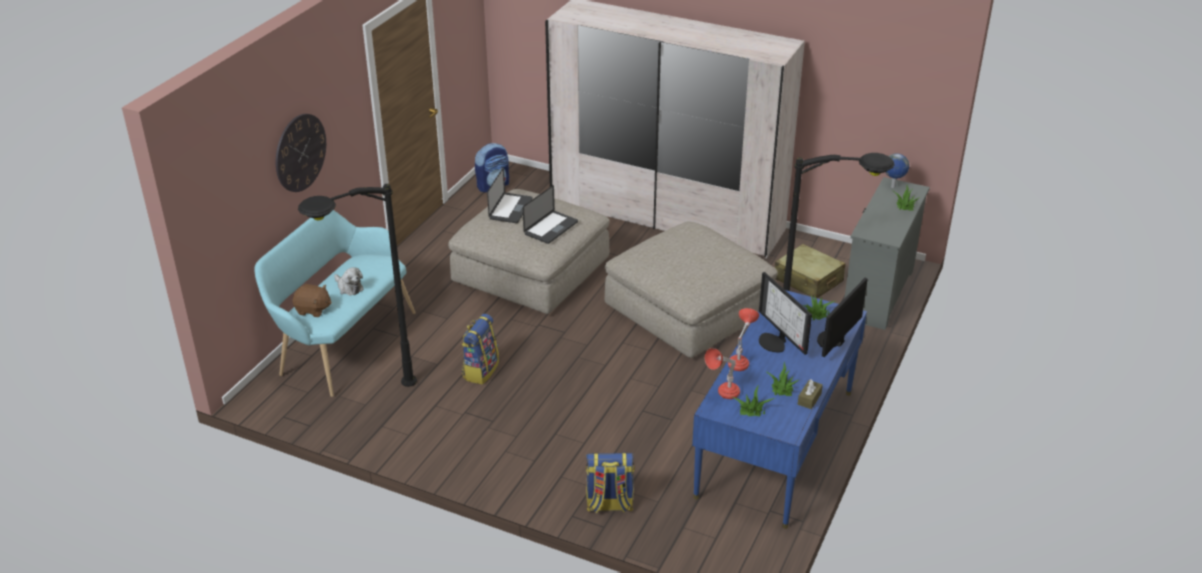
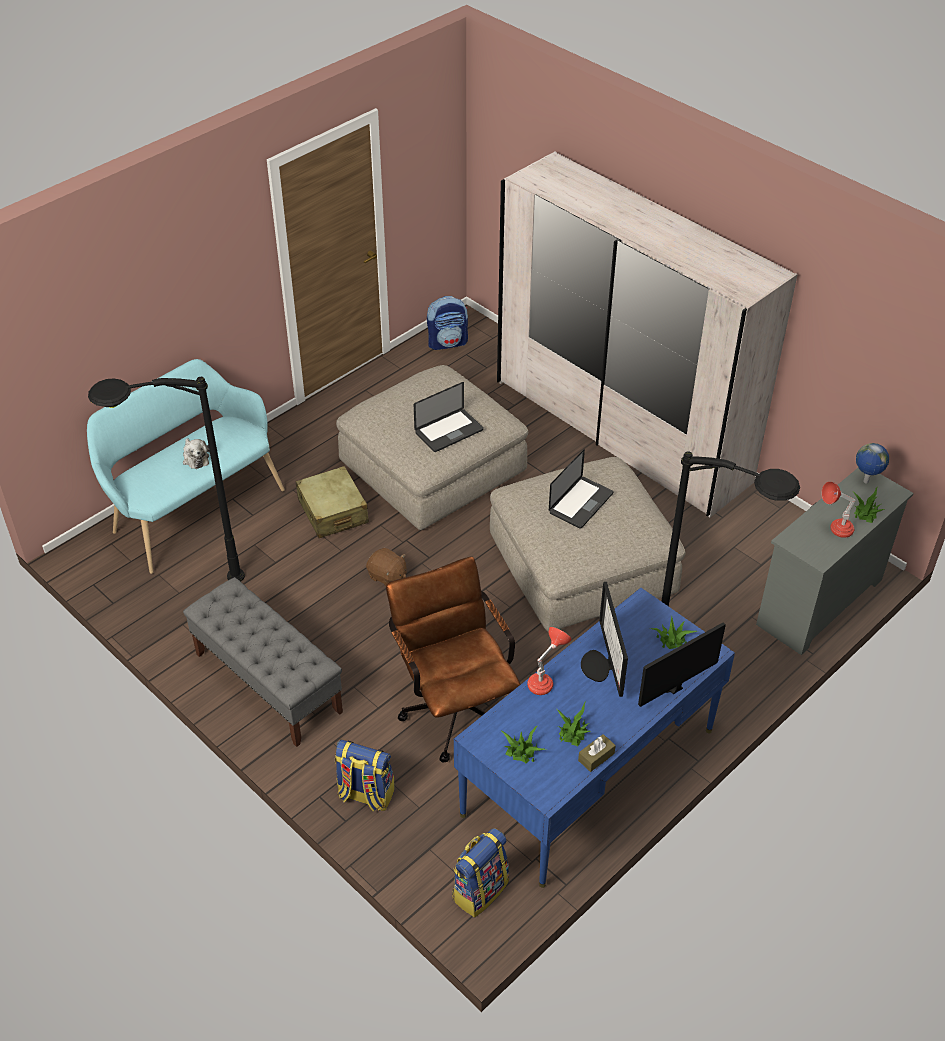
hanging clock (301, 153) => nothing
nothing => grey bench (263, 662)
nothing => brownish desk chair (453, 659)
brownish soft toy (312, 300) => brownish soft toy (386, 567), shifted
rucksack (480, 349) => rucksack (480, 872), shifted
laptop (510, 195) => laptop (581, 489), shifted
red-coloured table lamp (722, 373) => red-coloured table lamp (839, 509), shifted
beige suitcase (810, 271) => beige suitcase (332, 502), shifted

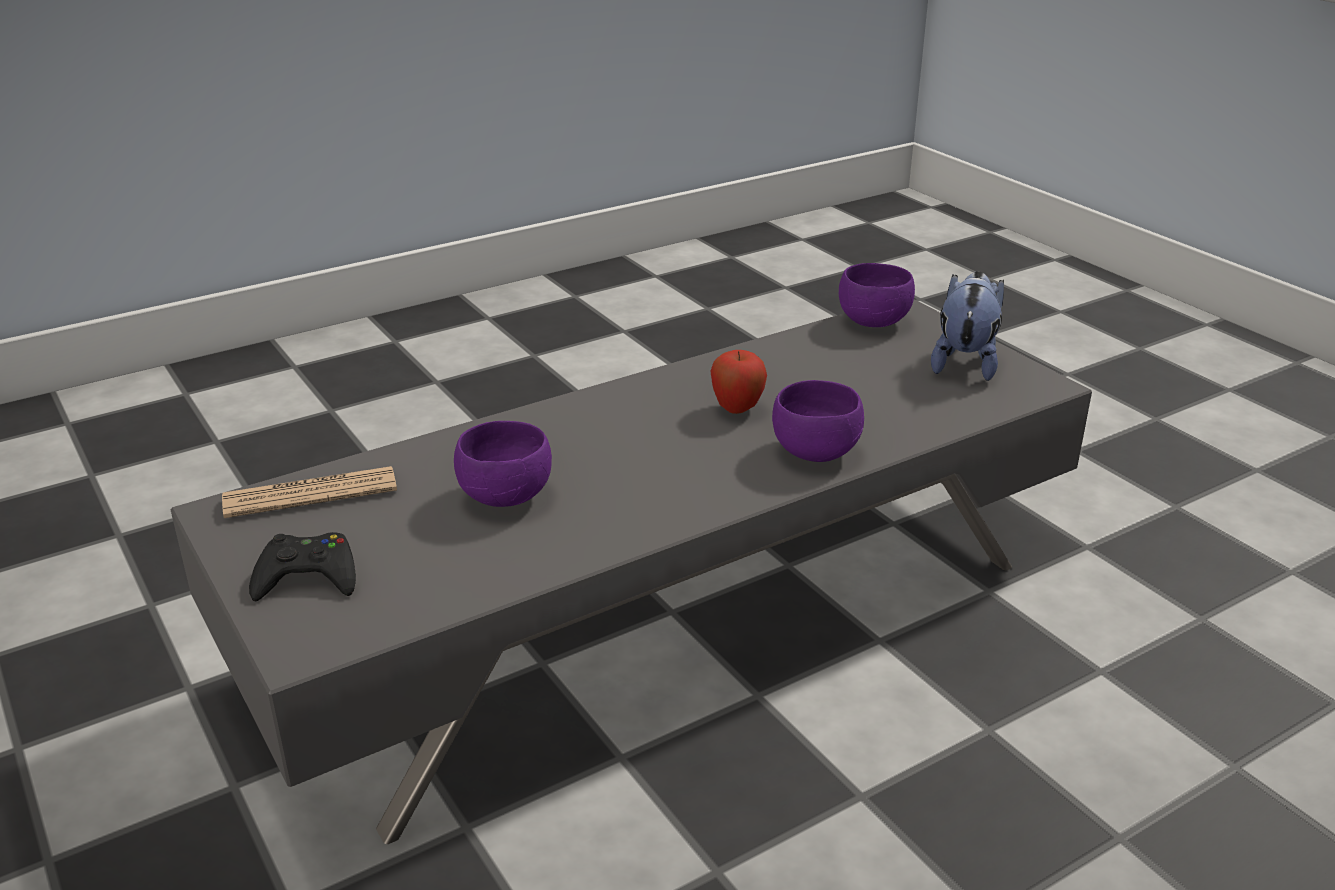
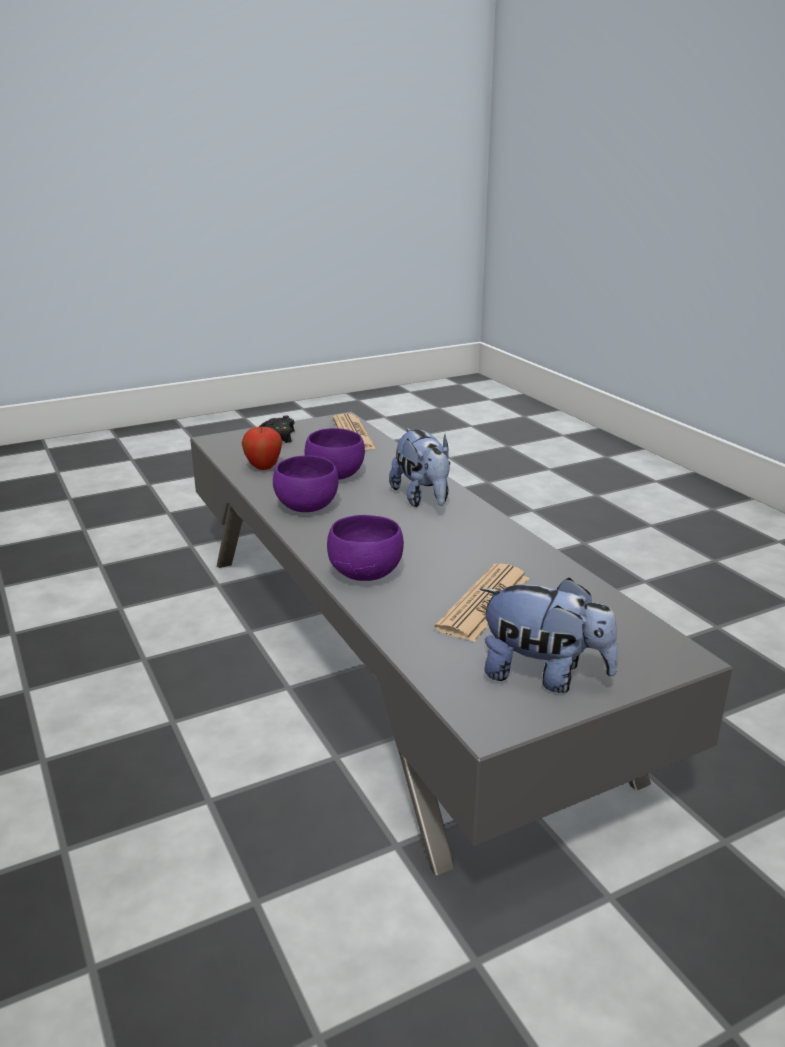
nothing => soft toy (419, 467)
nothing => printed paper (482, 602)
apple fruit (738, 382) => apple fruit (262, 448), shifted
purplish bowl (877, 295) => purplish bowl (305, 483), shifted

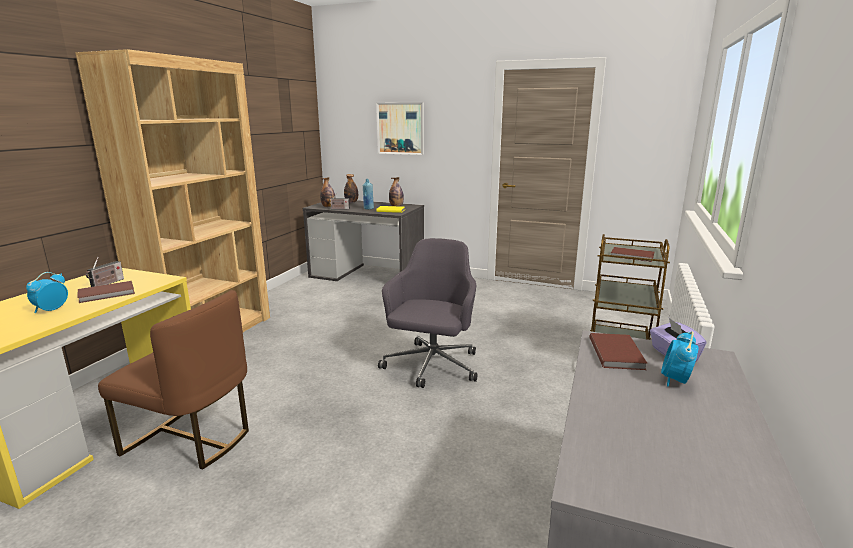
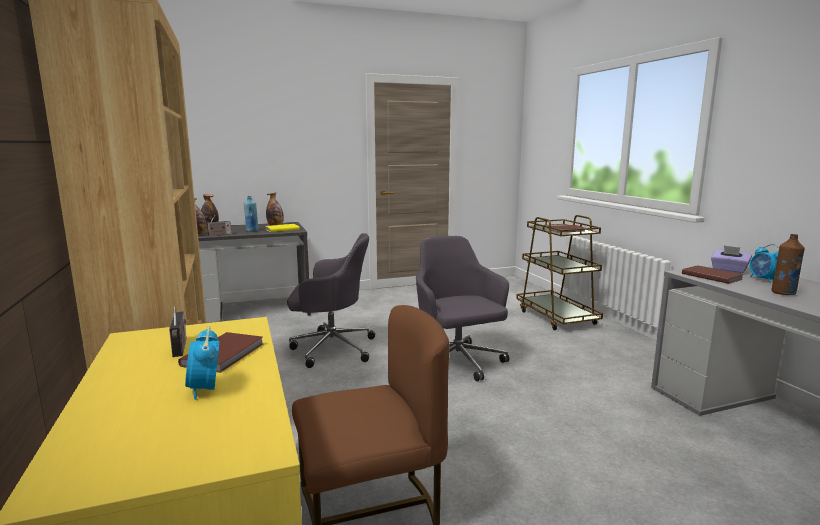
wall art (400, 128) => nothing
nothing => grey desk chair (331, 300)
nothing => brownish drink bottle (788, 264)

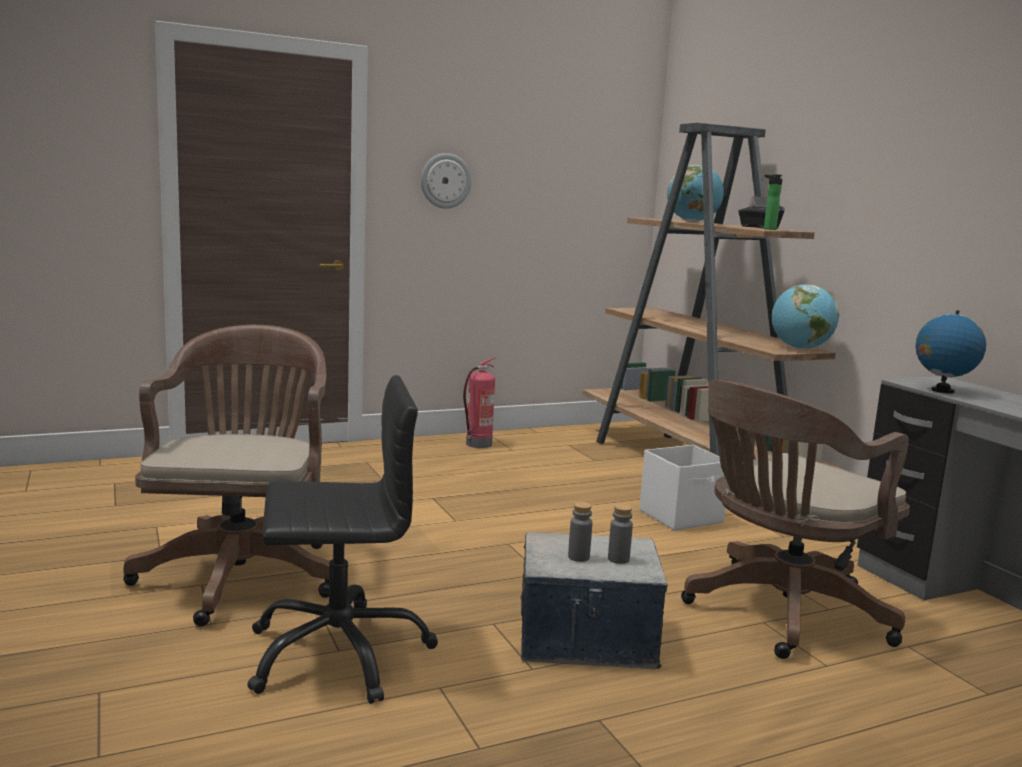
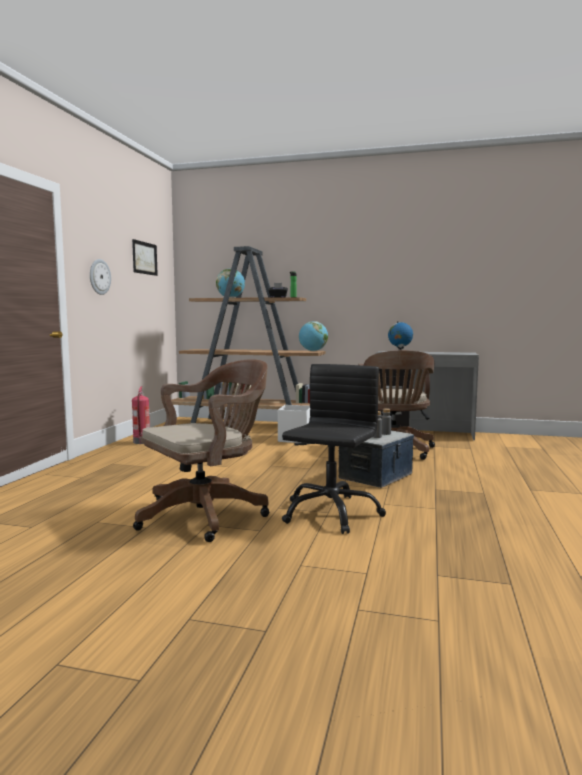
nothing => wall art (145, 257)
brownish desk chair (226, 476) => brownish desk chair (201, 450), 105 degrees clockwise

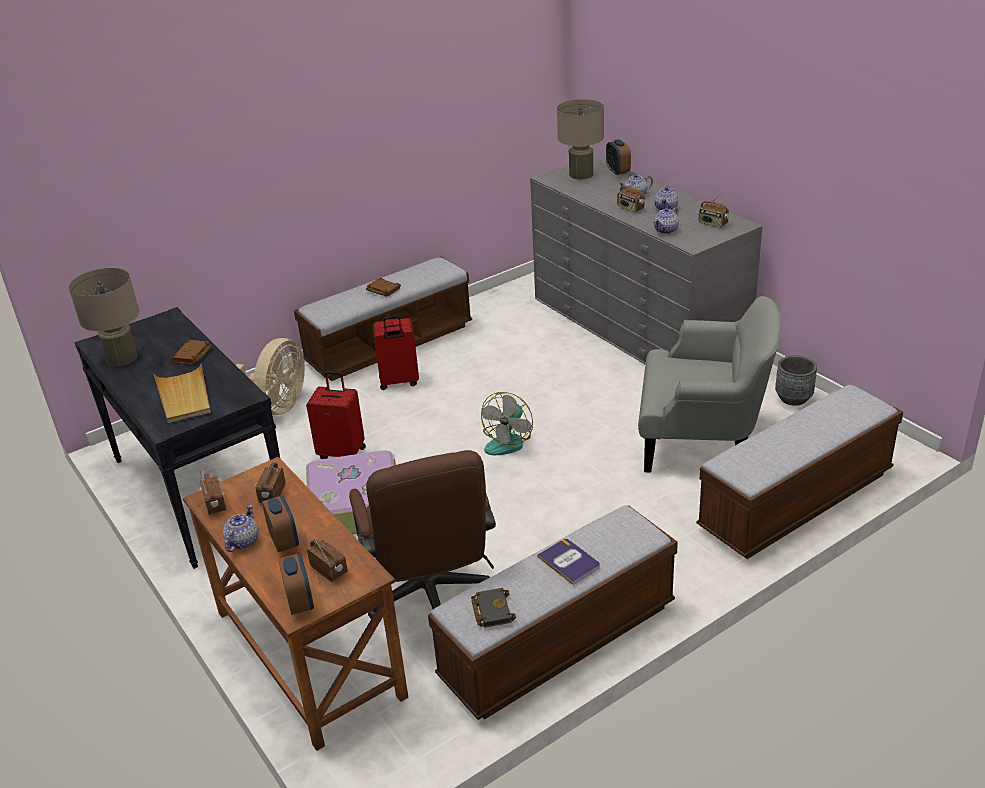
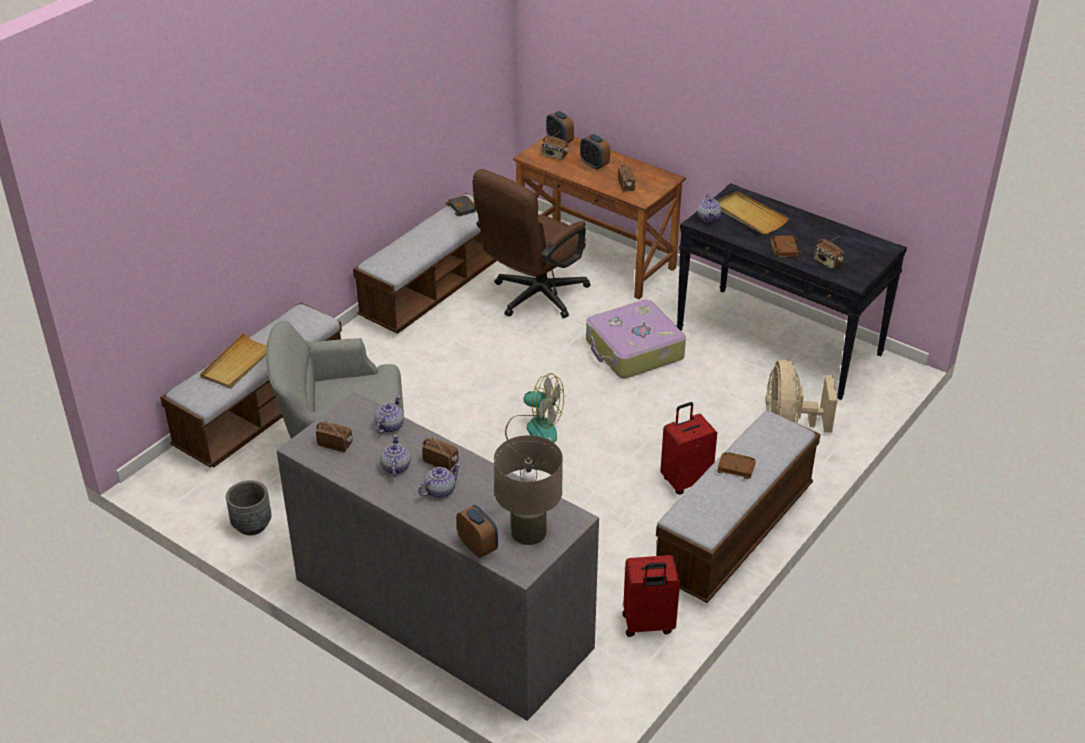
beige table lamp (104, 317) => nothing
book (568, 562) => nothing
nothing => beige tray (233, 361)
radio set (213, 492) => radio set (829, 252), shifted
teapot (240, 528) => teapot (709, 208), shifted
red-coloured suitcase (336, 415) => red-coloured suitcase (651, 596), shifted
brownish desk chair (422, 534) => brownish desk chair (532, 243), 105 degrees counterclockwise
cooling fan (507, 423) => cooling fan (534, 408), 105 degrees clockwise

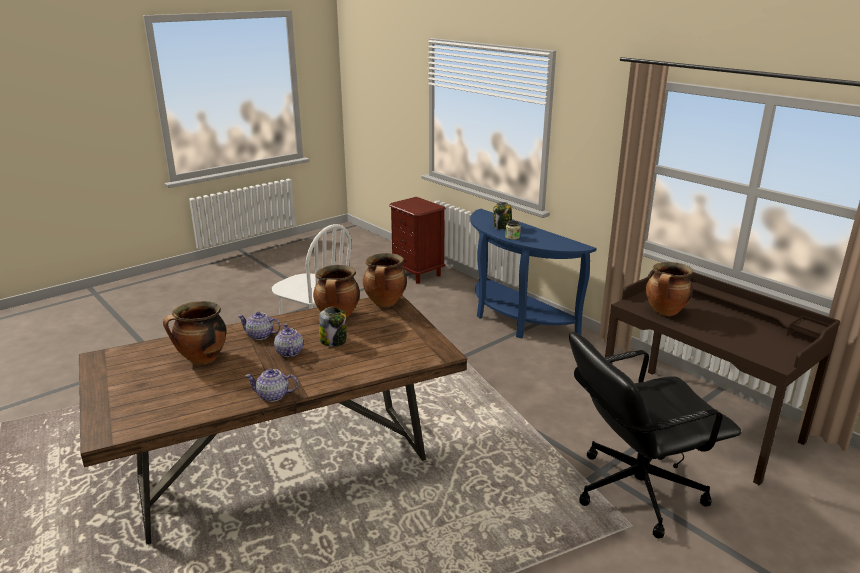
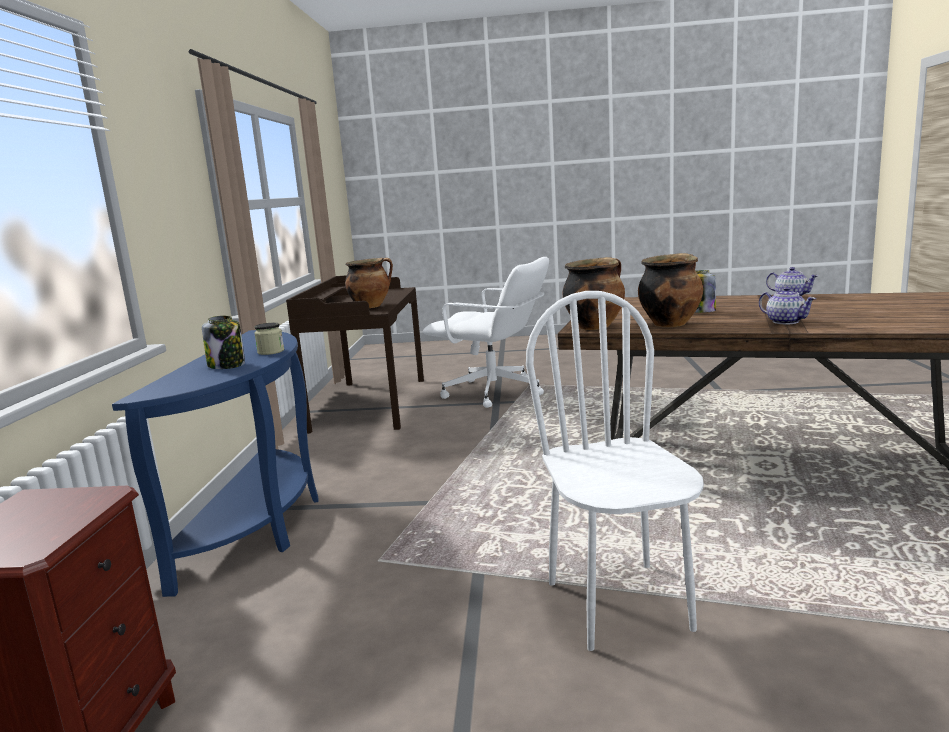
saucepot (195, 332) => nothing
teapot (288, 340) => nothing
black-coloured desk chair (655, 435) => white desk chair (486, 332)

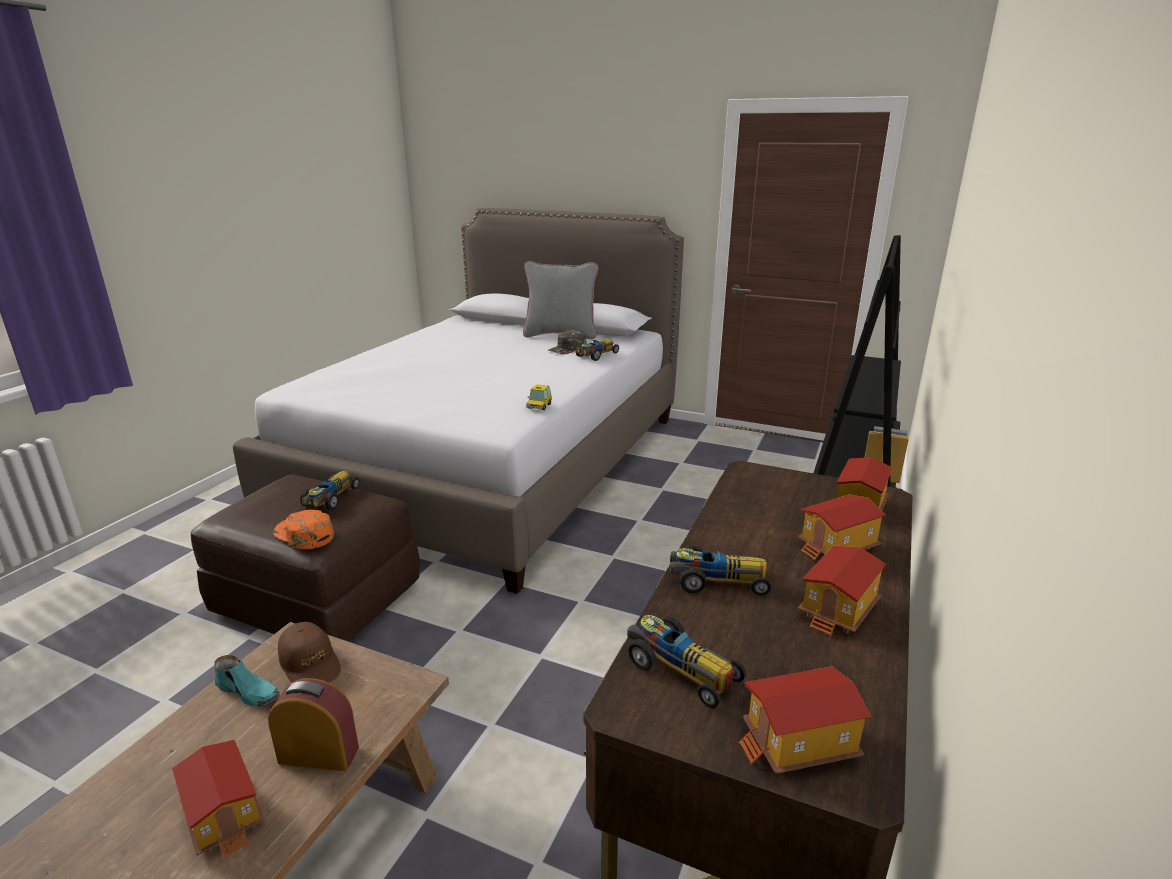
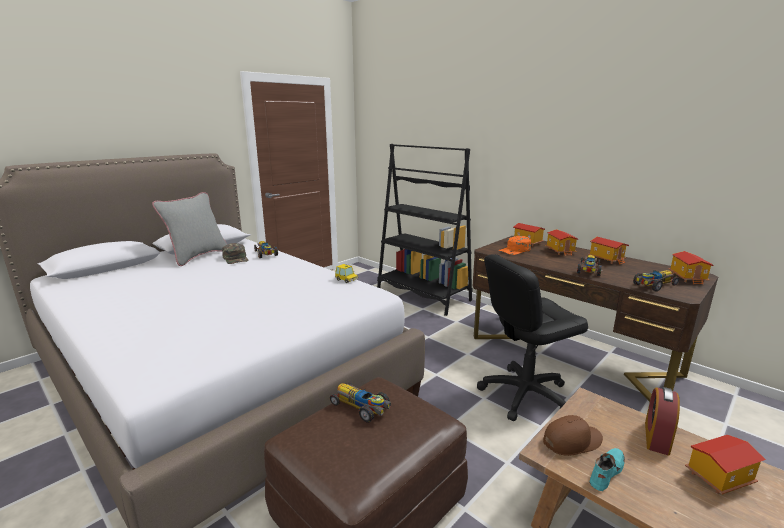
nothing => black-coloured desk chair (532, 337)
orangey peaked cap (303, 529) => orangey peaked cap (515, 245), shifted

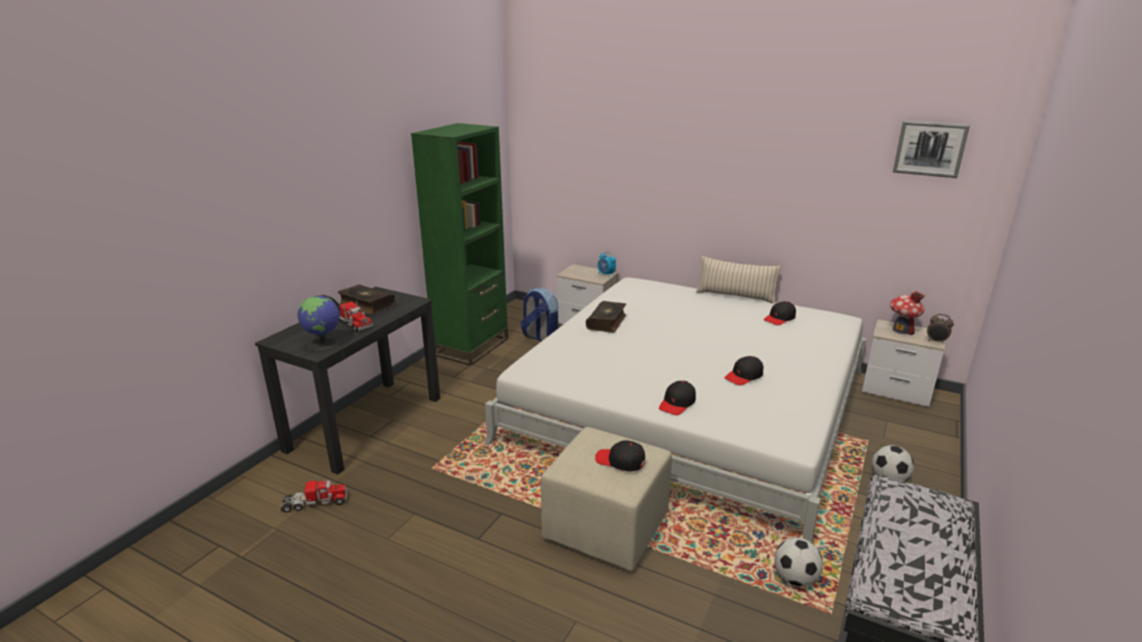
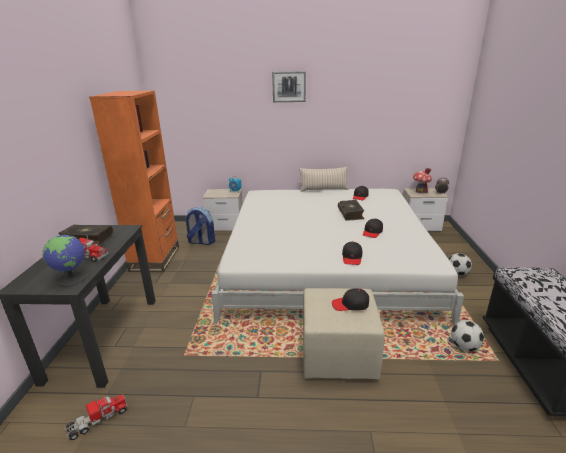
book (606, 317) => book (351, 210), shifted
wall art (931, 149) => wall art (289, 86), shifted
green bookshelf (459, 244) => orangey bookshelf (134, 181)

